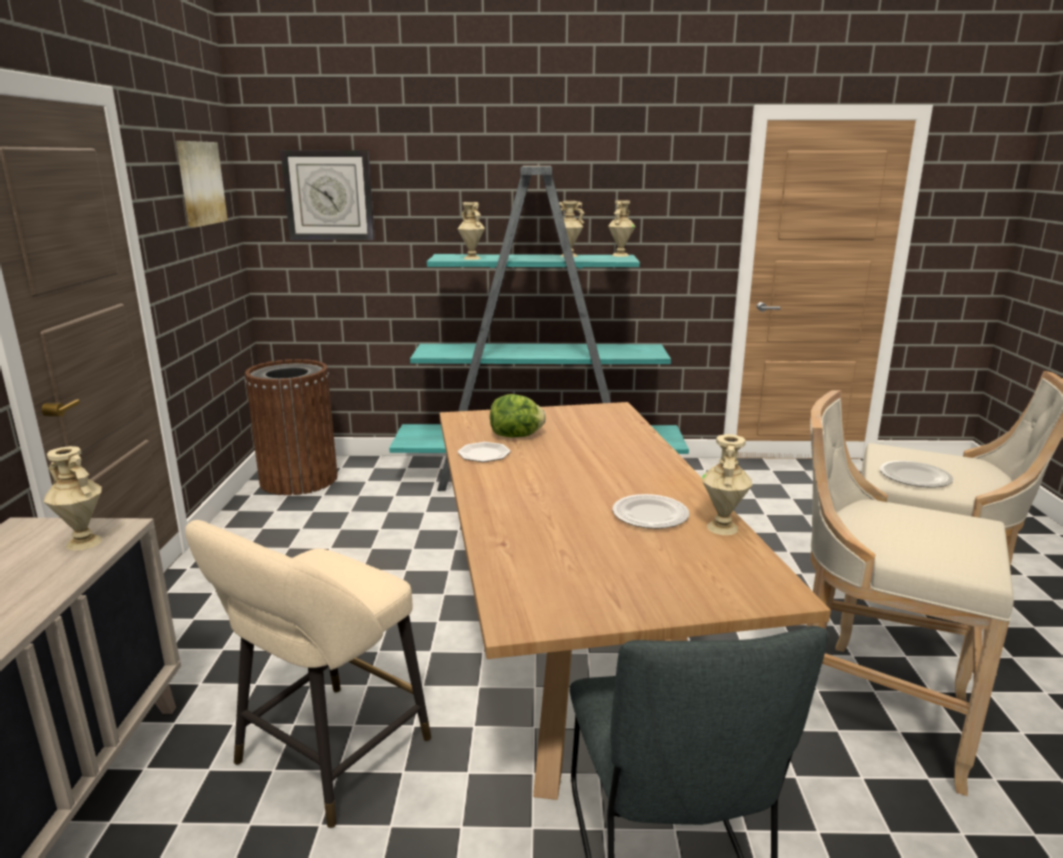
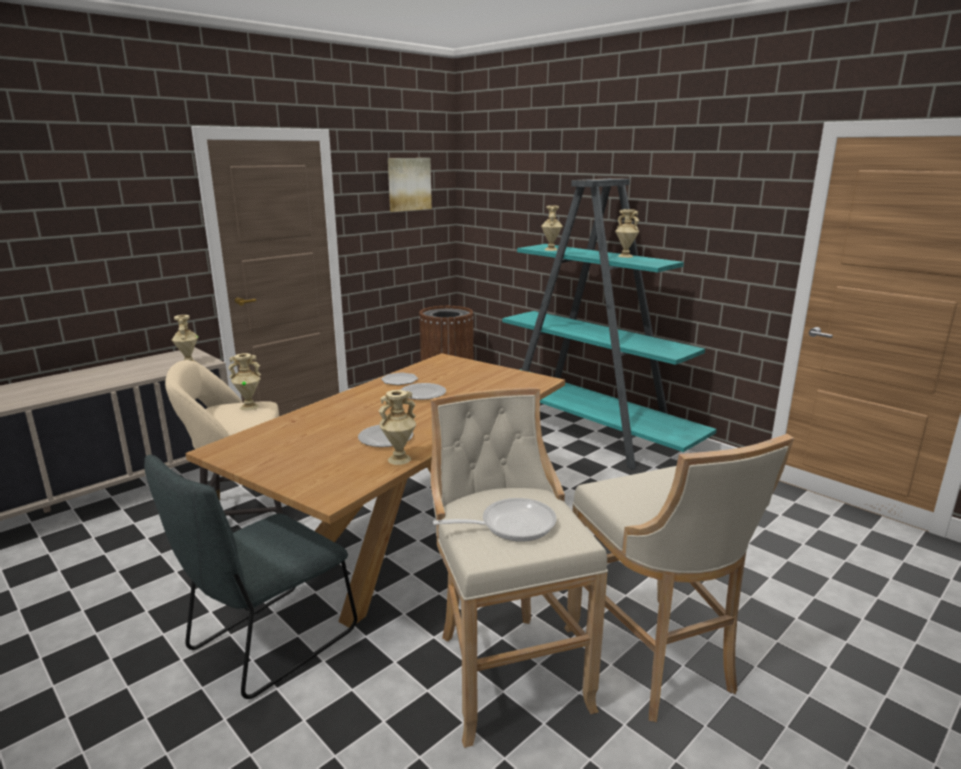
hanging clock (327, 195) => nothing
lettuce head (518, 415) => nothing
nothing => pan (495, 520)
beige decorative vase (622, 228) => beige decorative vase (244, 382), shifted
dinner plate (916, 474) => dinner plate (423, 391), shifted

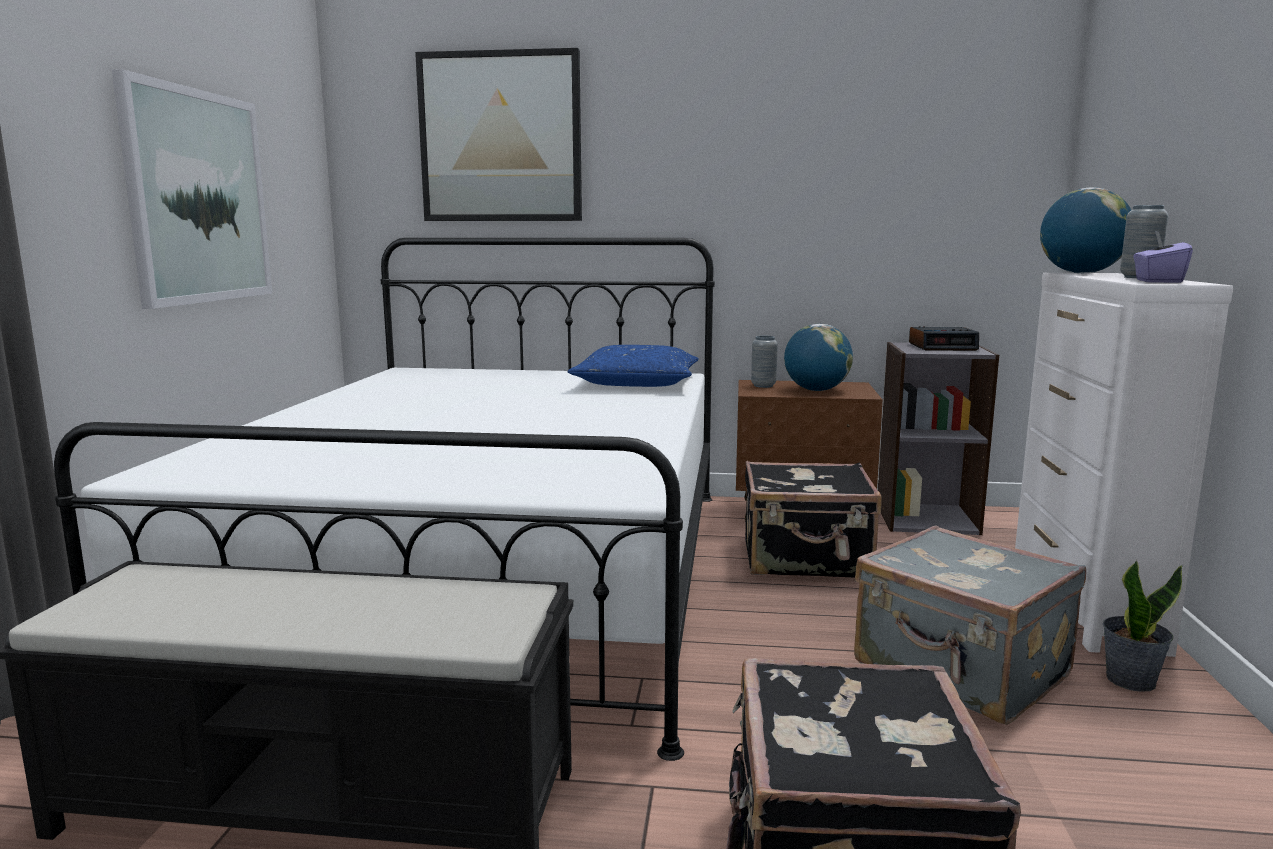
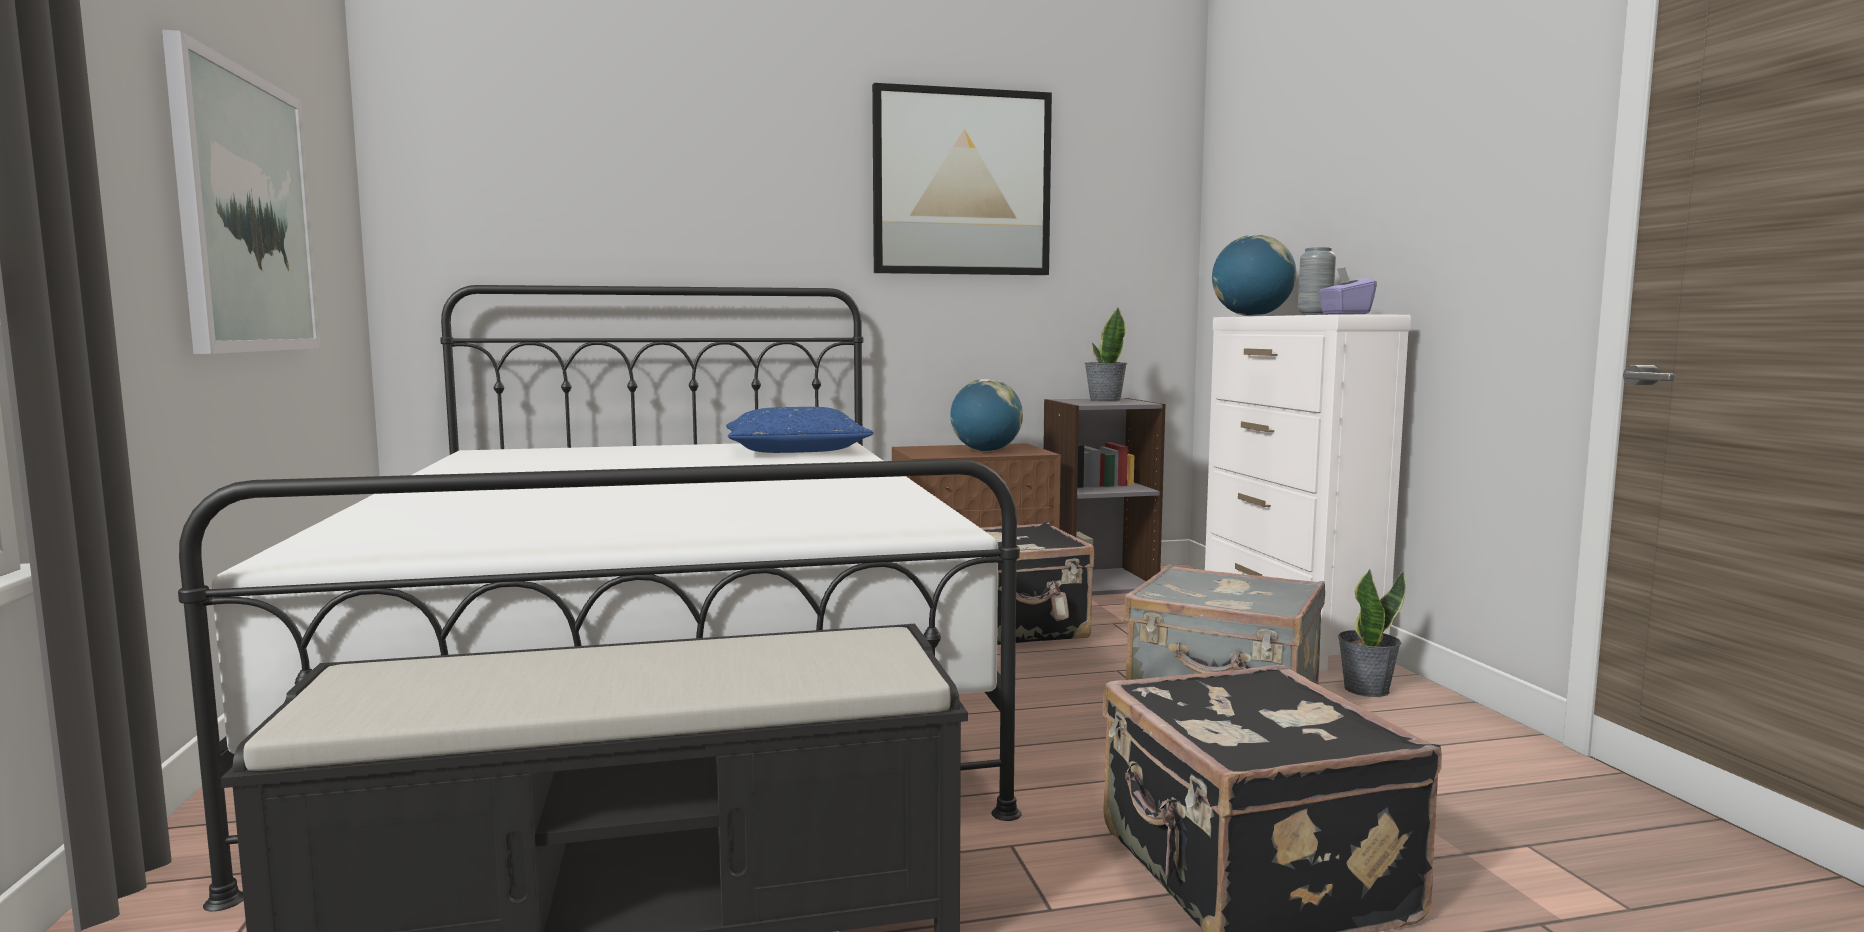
grey decorative vase (764, 362) => nothing
wall art (498, 134) => wall art (962, 179), shifted
table clock (944, 338) => plant in a pot (1106, 355)

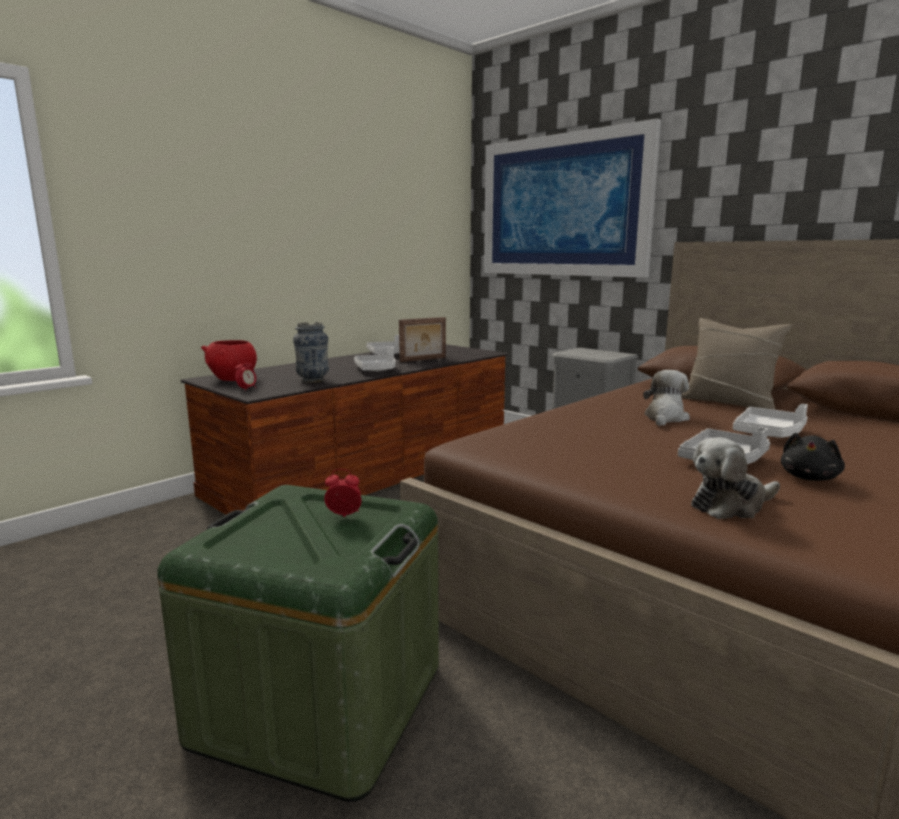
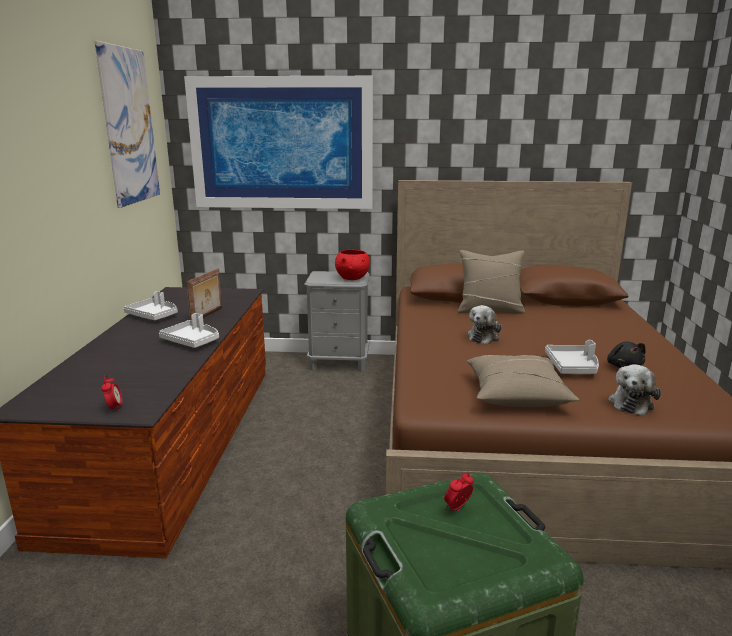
decorative vase (311, 352) => nothing
white tray (770, 421) => nothing
nothing => wall art (127, 124)
nothing => beige pillow (523, 381)
red-coloured bowl (229, 360) => red-coloured bowl (352, 265), shifted
soft toy (666, 398) => soft toy (485, 325), 135 degrees counterclockwise

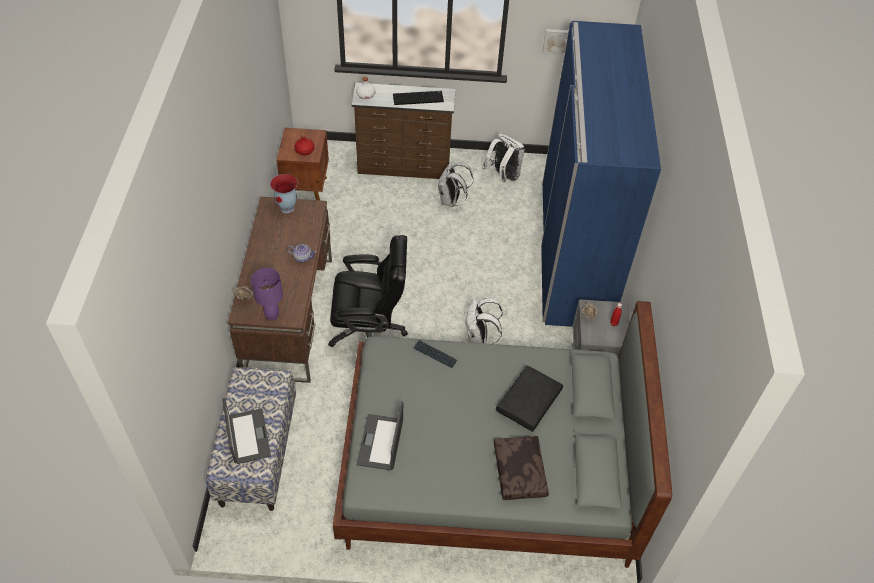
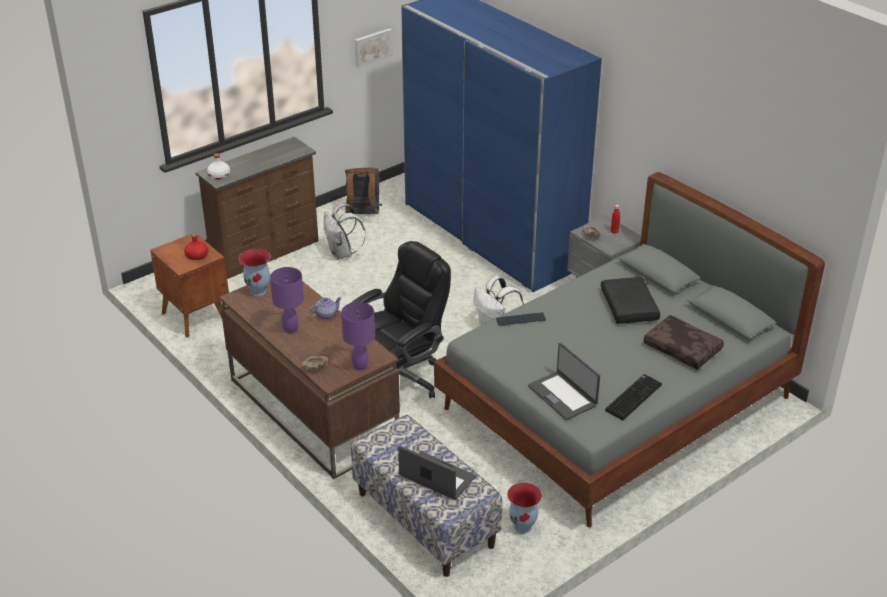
nothing => purplish table lamp (287, 300)
nothing => decorative vase (524, 508)
computer keyboard (418, 98) => computer keyboard (633, 397), shifted
white rucksack (503, 158) => brownish rucksack (362, 190)

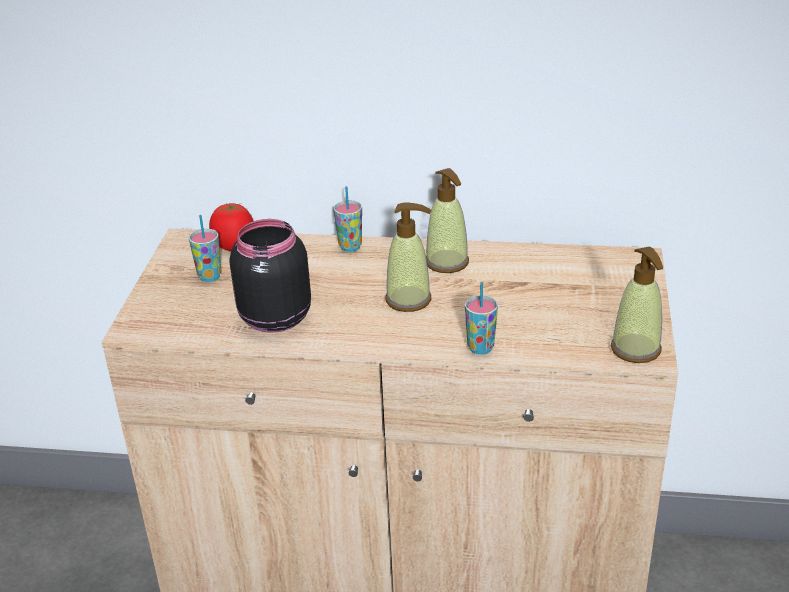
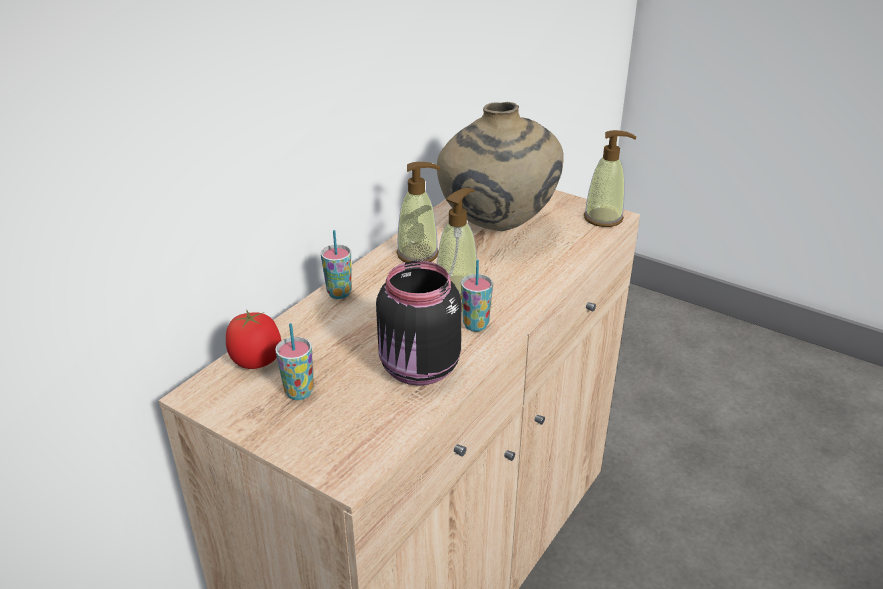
nothing => beige decorative vase (500, 166)
small cup (481, 318) => small cup (477, 295), shifted

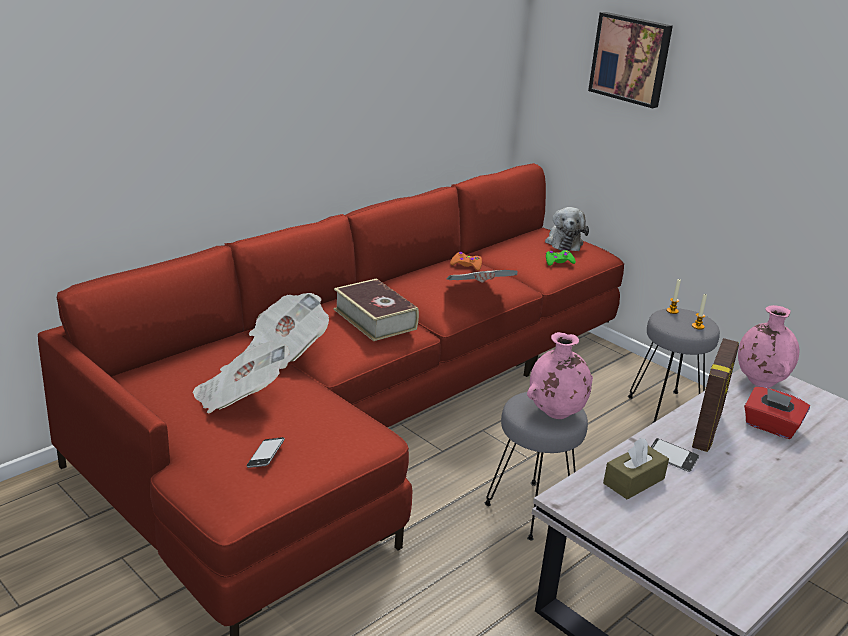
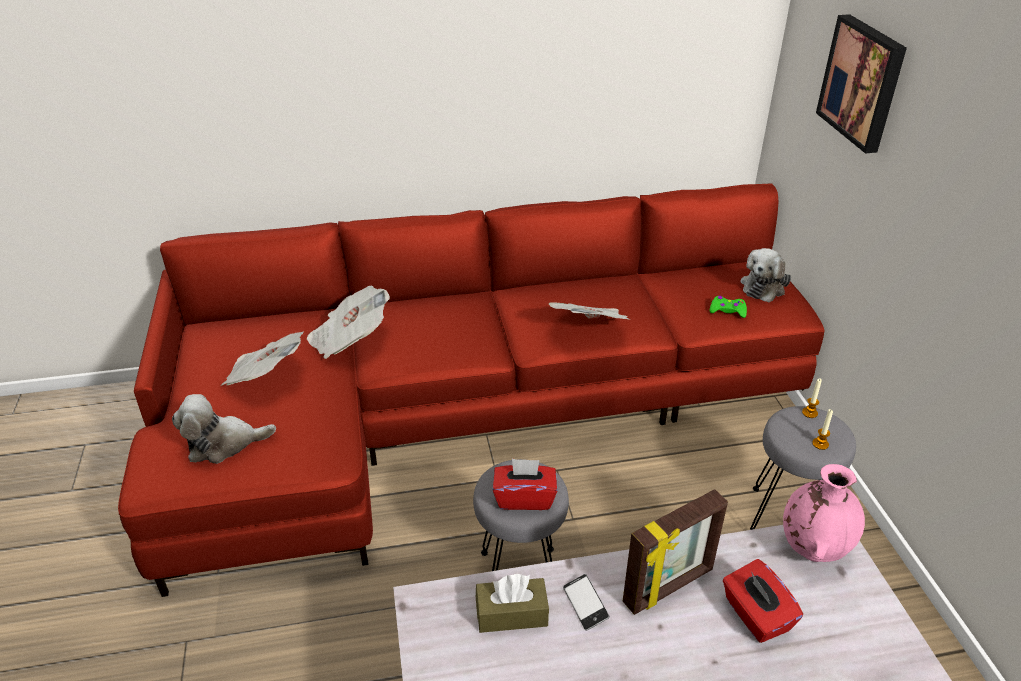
book (376, 309) => nothing
orangey game controller (466, 261) => nothing
telephone (265, 452) => soft toy (224, 429)
pink decorative vase (560, 375) => red-coloured tissue box (525, 484)

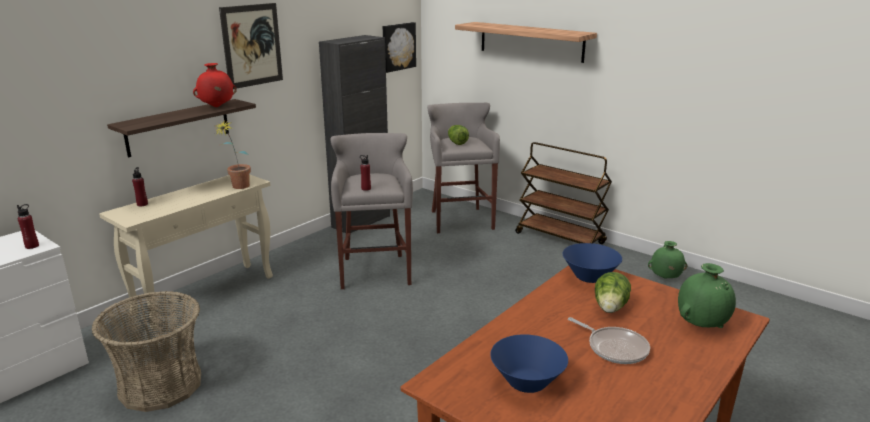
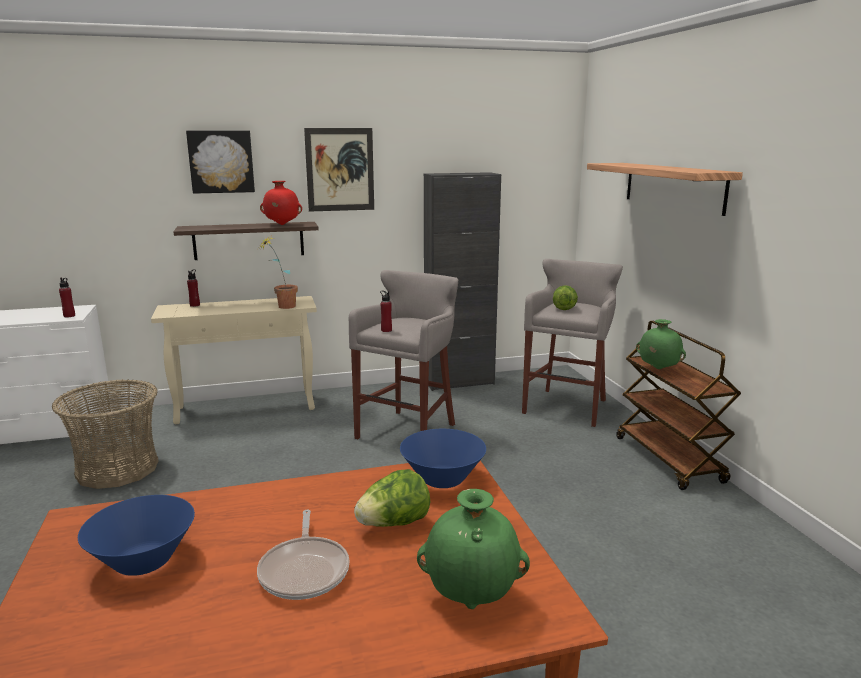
wall art (399, 47) => wall art (220, 162), shifted
green decorative vase (667, 260) => green decorative vase (661, 344), shifted

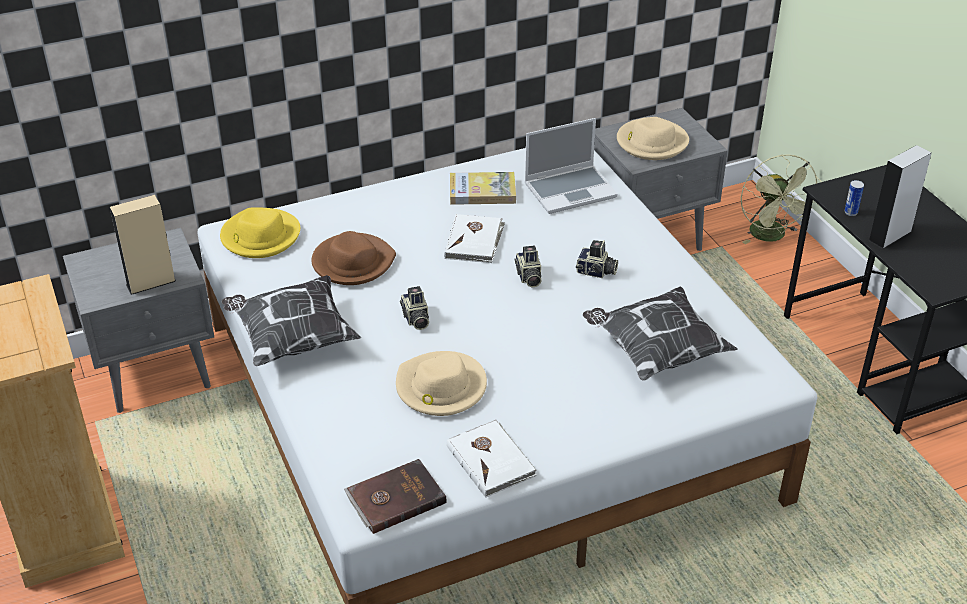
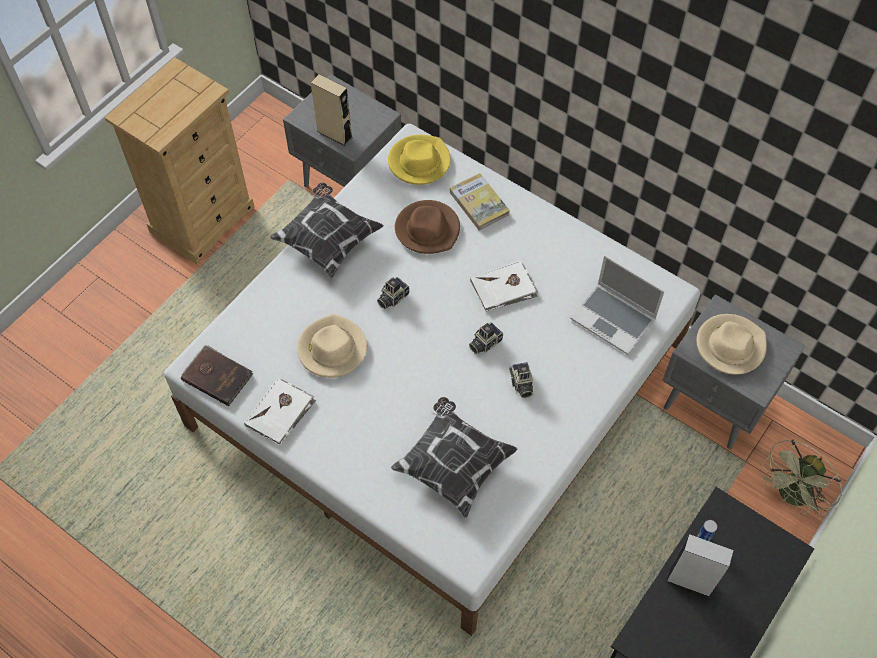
book (483, 188) => book (480, 202), shifted

